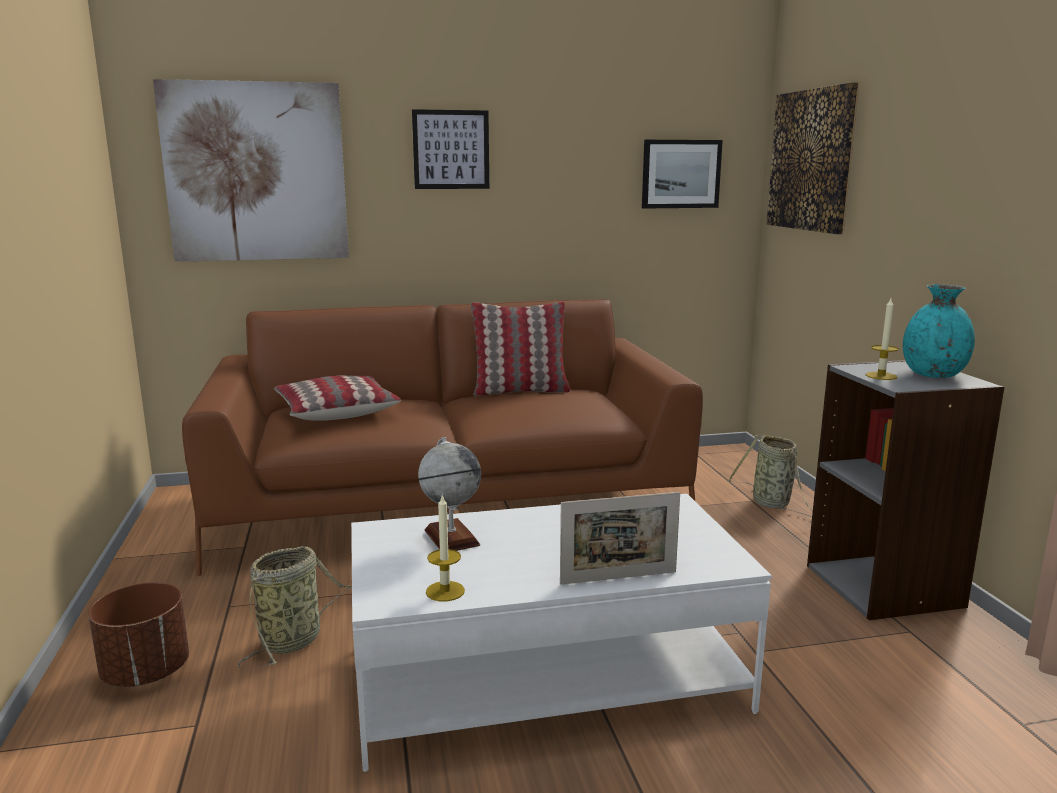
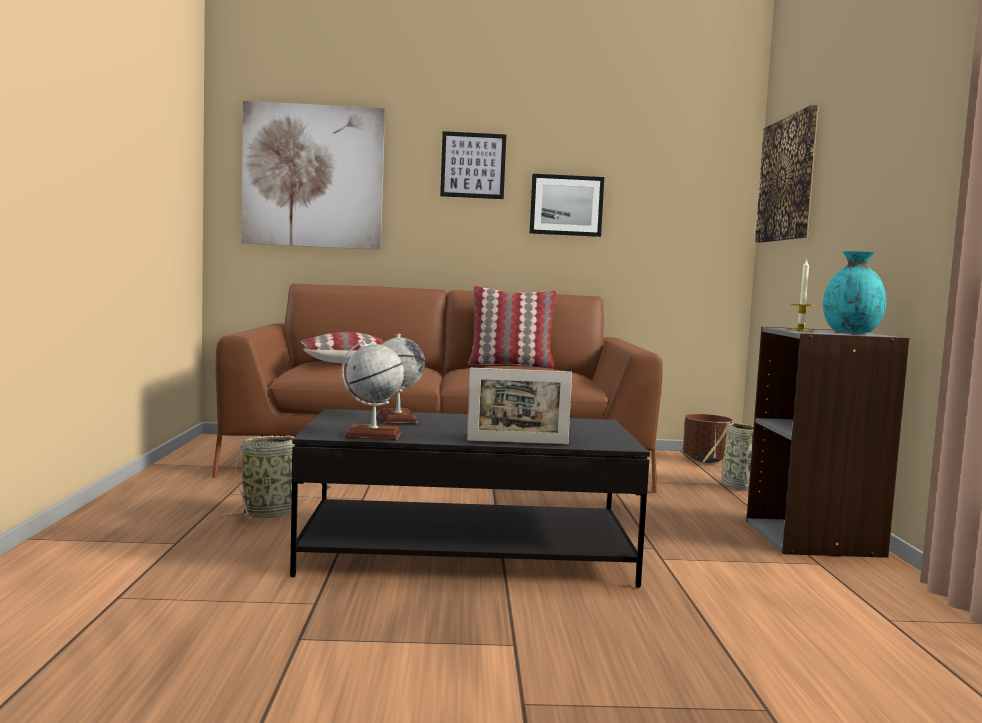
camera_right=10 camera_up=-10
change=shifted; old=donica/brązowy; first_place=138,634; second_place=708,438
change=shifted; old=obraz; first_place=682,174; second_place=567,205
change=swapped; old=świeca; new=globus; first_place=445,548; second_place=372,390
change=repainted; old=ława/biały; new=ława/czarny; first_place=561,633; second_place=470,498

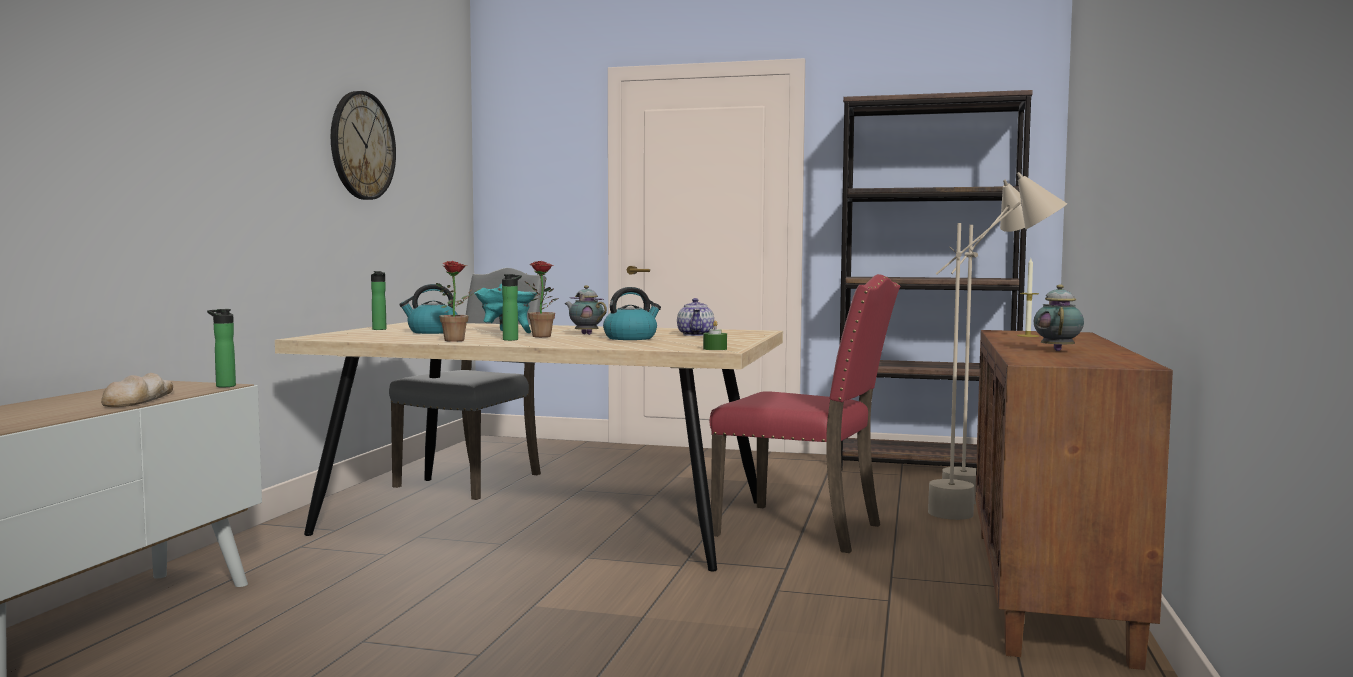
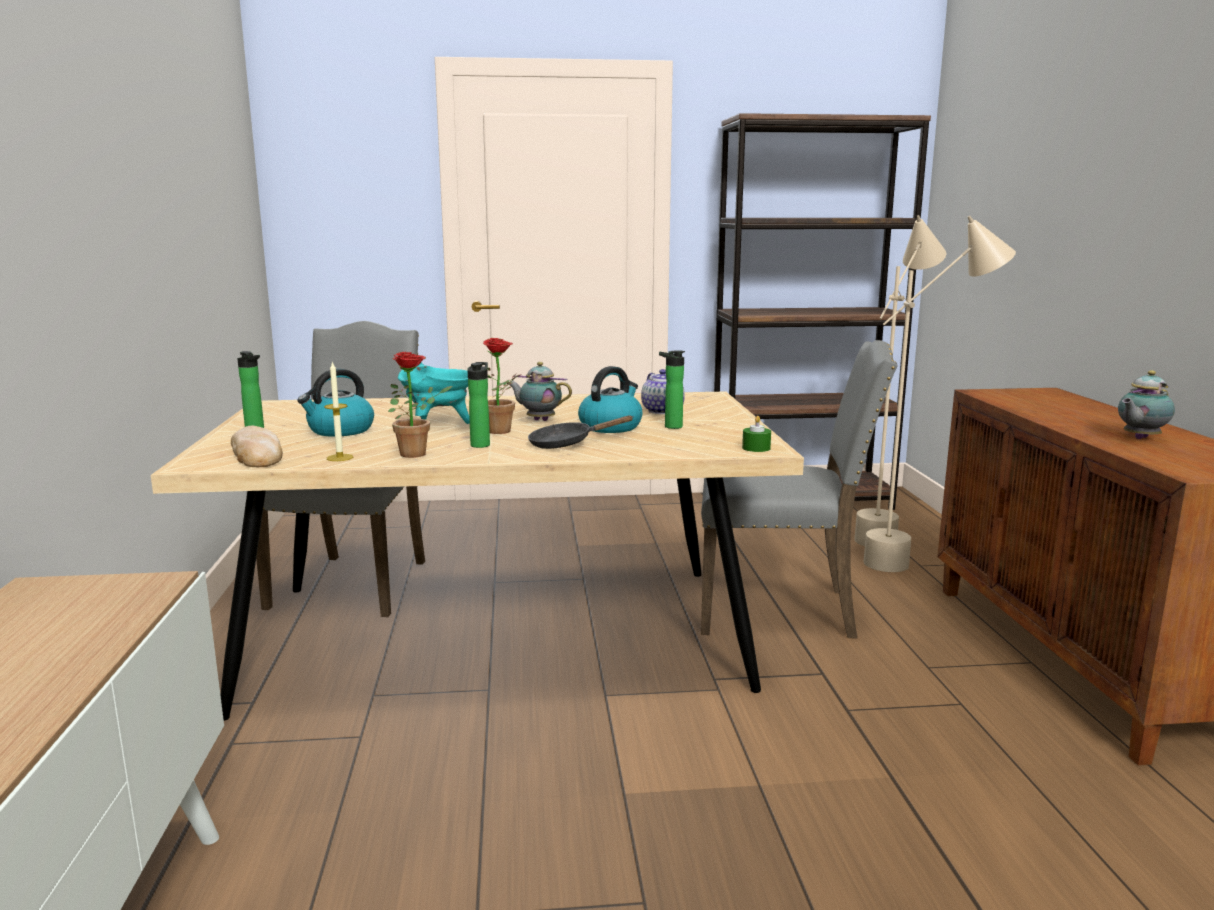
camera_right=-20 camera_up=10
change=gone; old=zegar ścienny; first_place=363,145
change=new; new=patelnia/czarny; second_place=581,432
change=shifted; old=chleb; first_place=137,390; second_place=257,446
change=shifted; old=butelka; first_place=221,348; second_place=672,389
change=shifted; old=świeca; first_place=1028,297; second_place=338,411
change=repainted; old=krzesło/czerwony; new=krzesło/szary; first_place=805,413; second_place=799,489
change=rotated; old=imbryk; first_place=1059,318; second_place=1146,404; degrees=-120

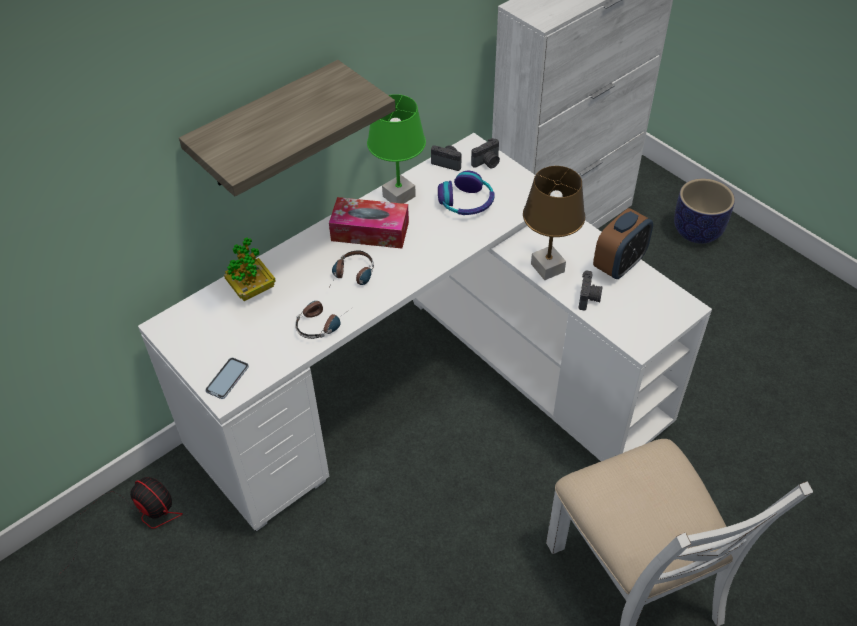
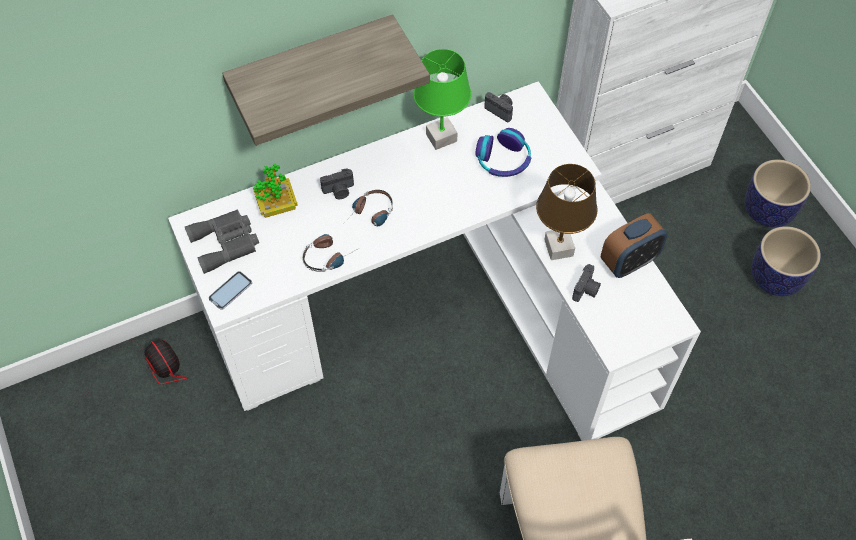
camera_right=15 camera_up=10
change=gone; old=pudełko chusteczek; first_place=369,222
change=new; new=lornetka/szary; second_place=222,241
change=new; new=donica; second_place=786,261
change=shifted; old=aparat fotograficzny; first_place=485,153; second_place=337,183

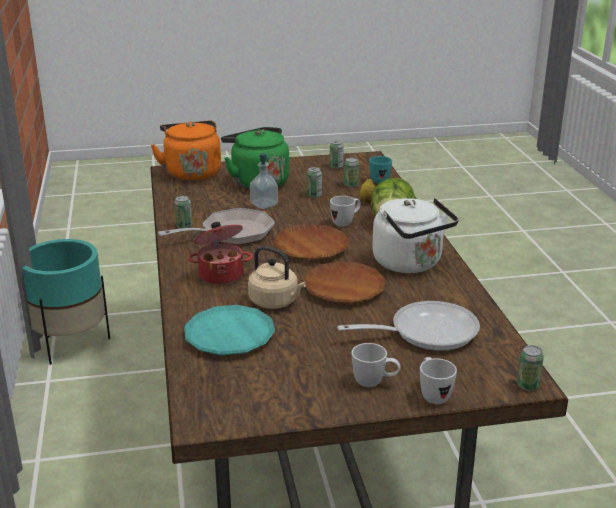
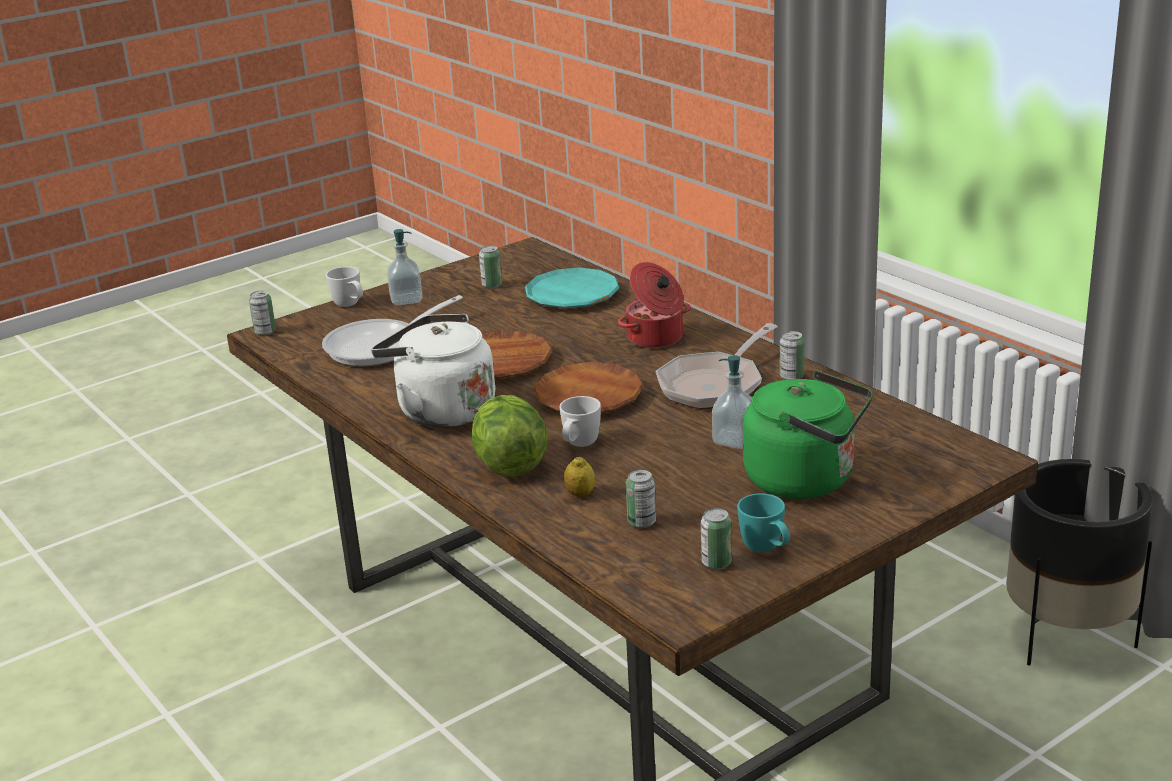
camera_right=155 camera_up=0
change=gone; old=czajnik/pomarańczowy; first_place=186,151
change=gone; old=czajnik/beżowy; first_place=277,277
change=shifted; old=puszka; first_place=314,182; second_place=490,267
change=shifted; old=kubek/turkusowy; first_place=380,169; second_place=763,522
change=swapped; old=kubek/biały; new=dozownik mydła; first_place=375,365; second_place=405,267
change=repainted; old=donica/turkusowy; new=donica/czarny; first_place=66,302; second_place=1079,562

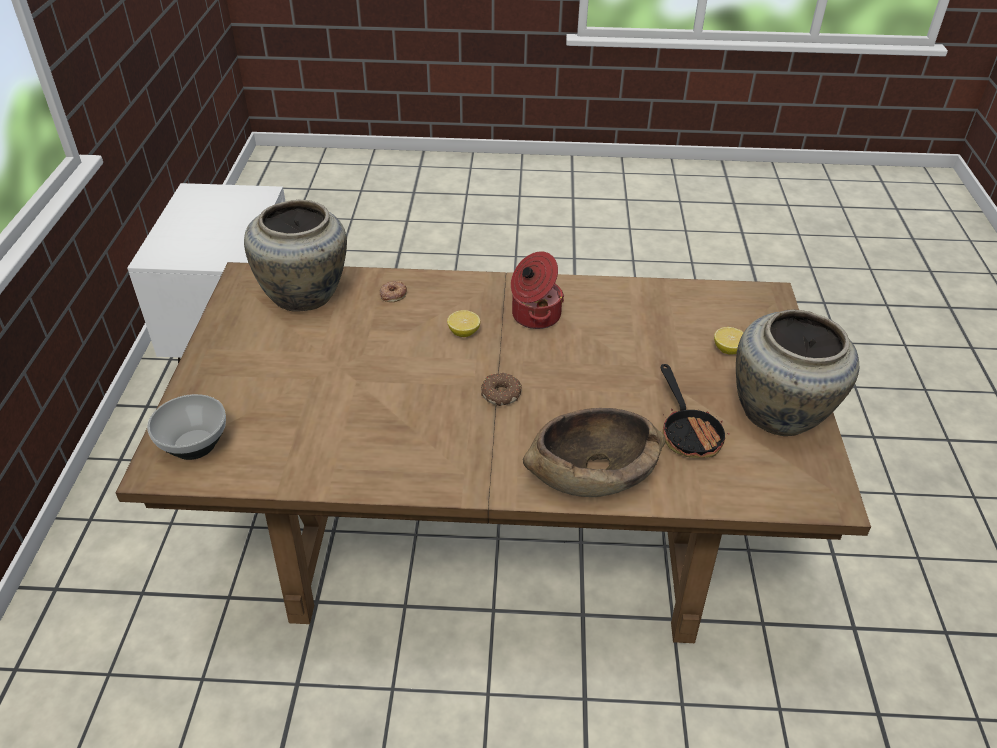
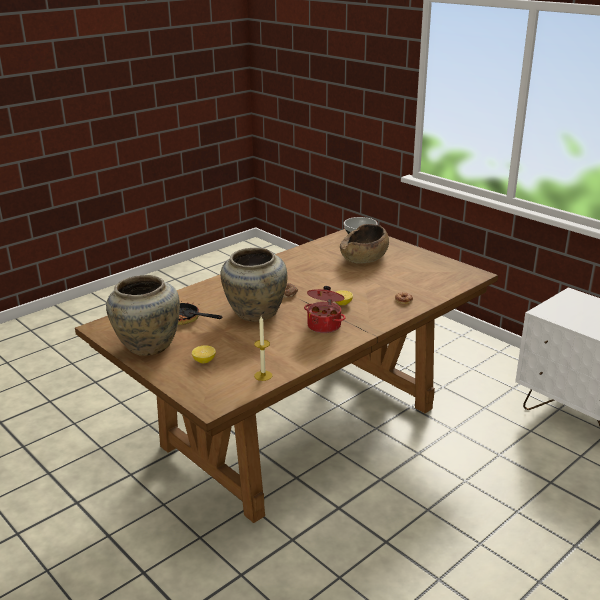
camera_right=135 camera_up=-15
change=new; new=świeca; second_place=263,348
change=shifted; old=wazon/beżowy; first_place=295,255; second_place=254,285
change=shifted; old=miska/brązowy; first_place=594,452; second_place=364,244

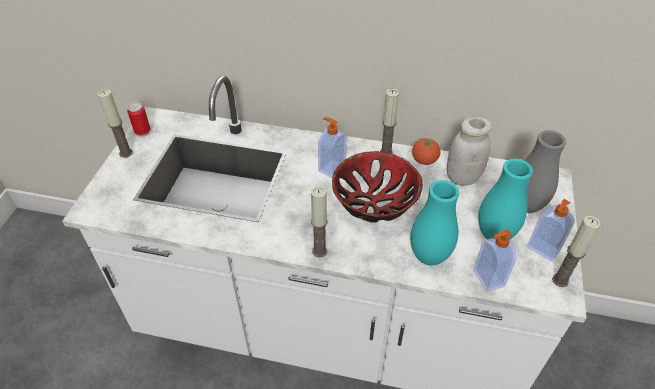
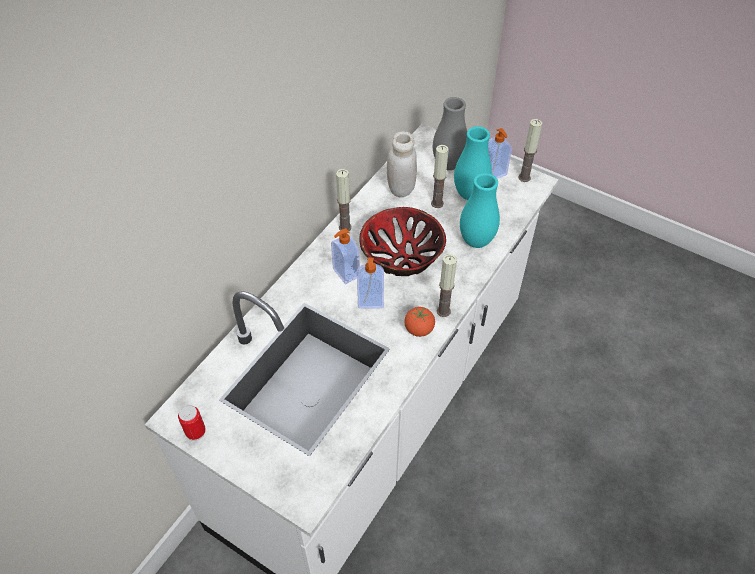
camera_right=-70 camera_up=5
change=shifted; old=świeca; first_place=115,123; second_place=440,176
change=shifted; old=pomidor; first_place=426,151; second_place=419,322
change=shifted; old=dozownik mydła; first_place=495,260; second_place=370,283

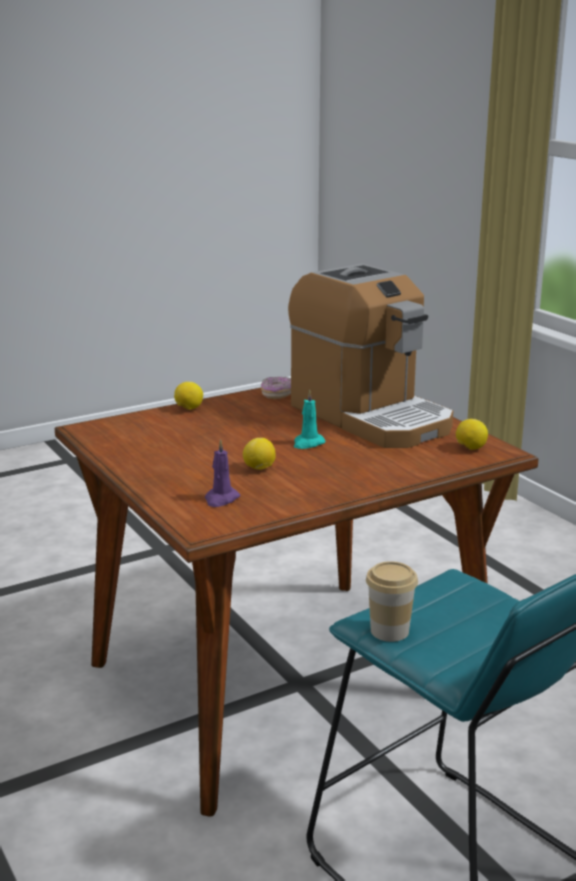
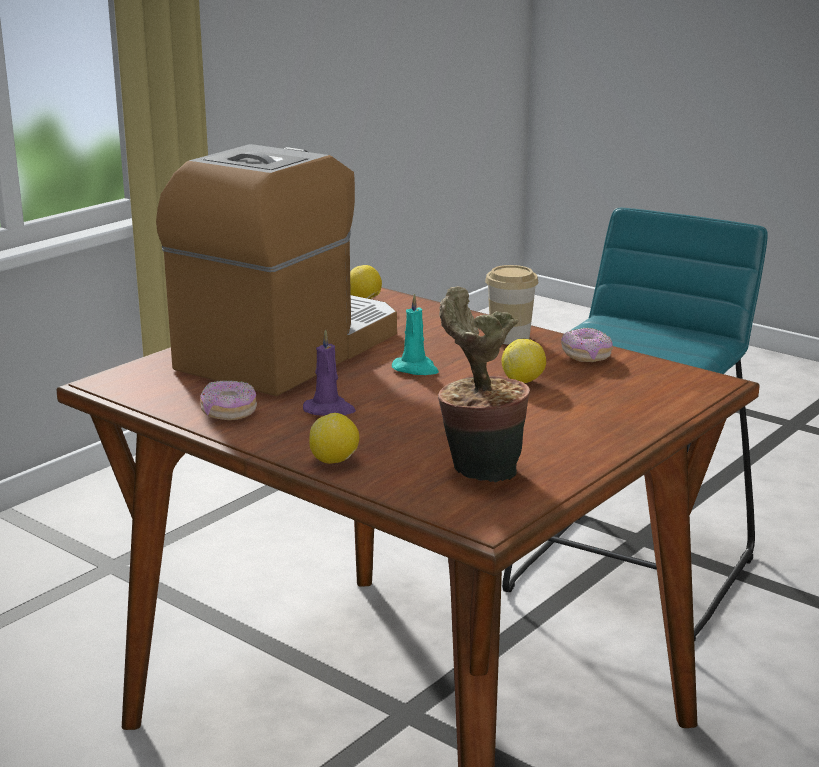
camera_right=-110 camera_up=0
change=new; new=roślina doniczkowa; second_place=484,384
change=new; new=donut; second_place=587,344
change=shifted; old=świeca/fioletowy; first_place=222,473; second_place=329,372
change=shifted; old=filiżanka; first_place=392,601; second_place=511,304

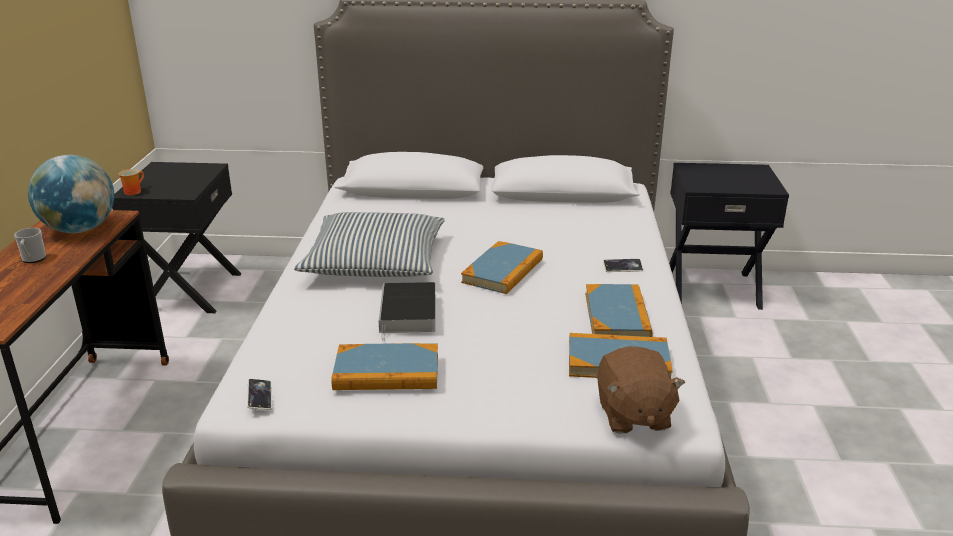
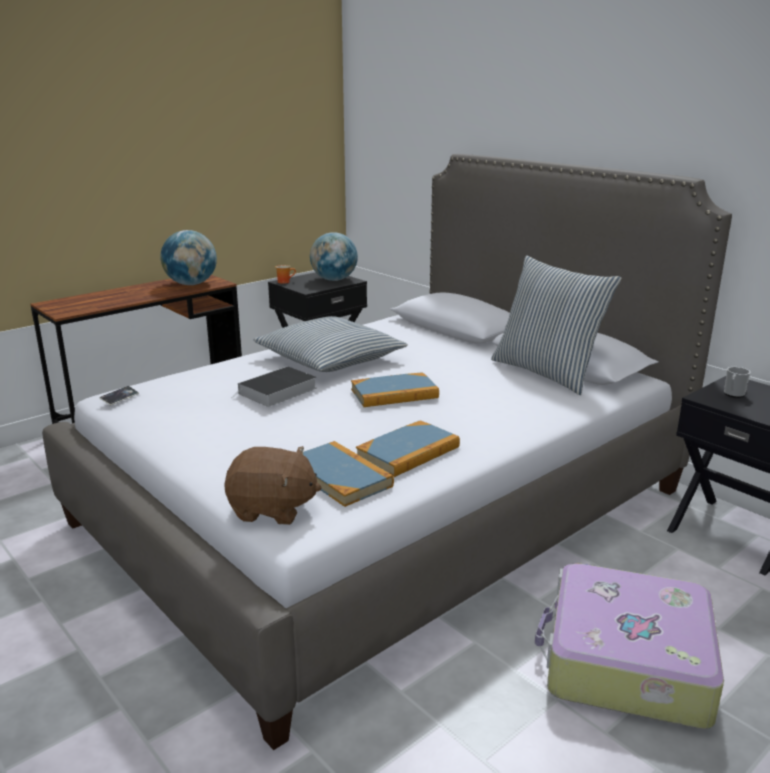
camera_right=45 camera_up=-5
change=gone; old=książka; first_place=384,366
change=gone; old=telefon; first_place=623,265
change=new; new=globus; second_place=334,256
change=new; new=poduszka; second_place=556,325
change=new; new=walizka; second_place=629,646
change=shifted; old=kubek; first_place=30,245; second_place=737,382
change=rotated; old=pluszak/brązowy; first_place=641,390; second_place=273,485; degrees=-120

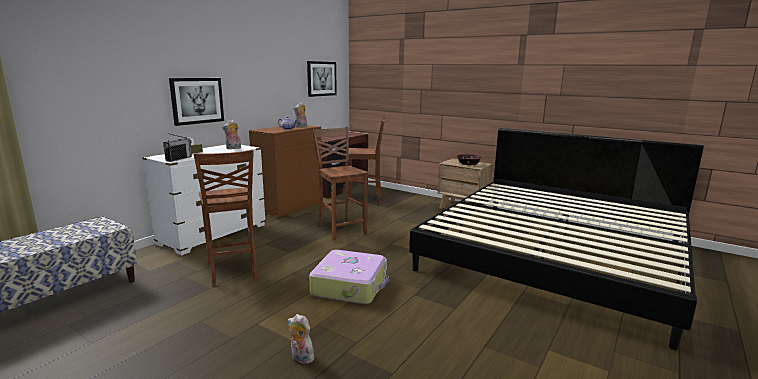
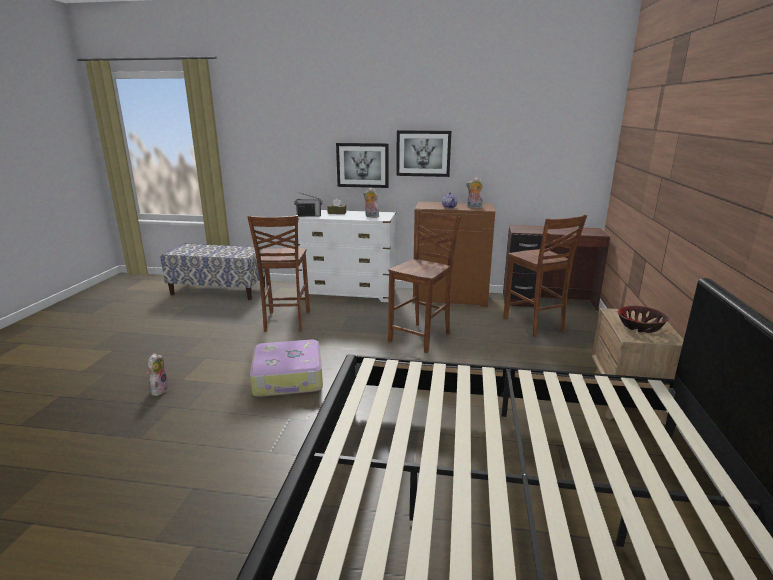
camera_right=65 camera_up=5
change=shifted; old=obraz; first_place=322,79; second_place=423,153
change=rotated; old=krzesło/brązowy; first_place=225,218; second_place=278,273; degrees=-45

